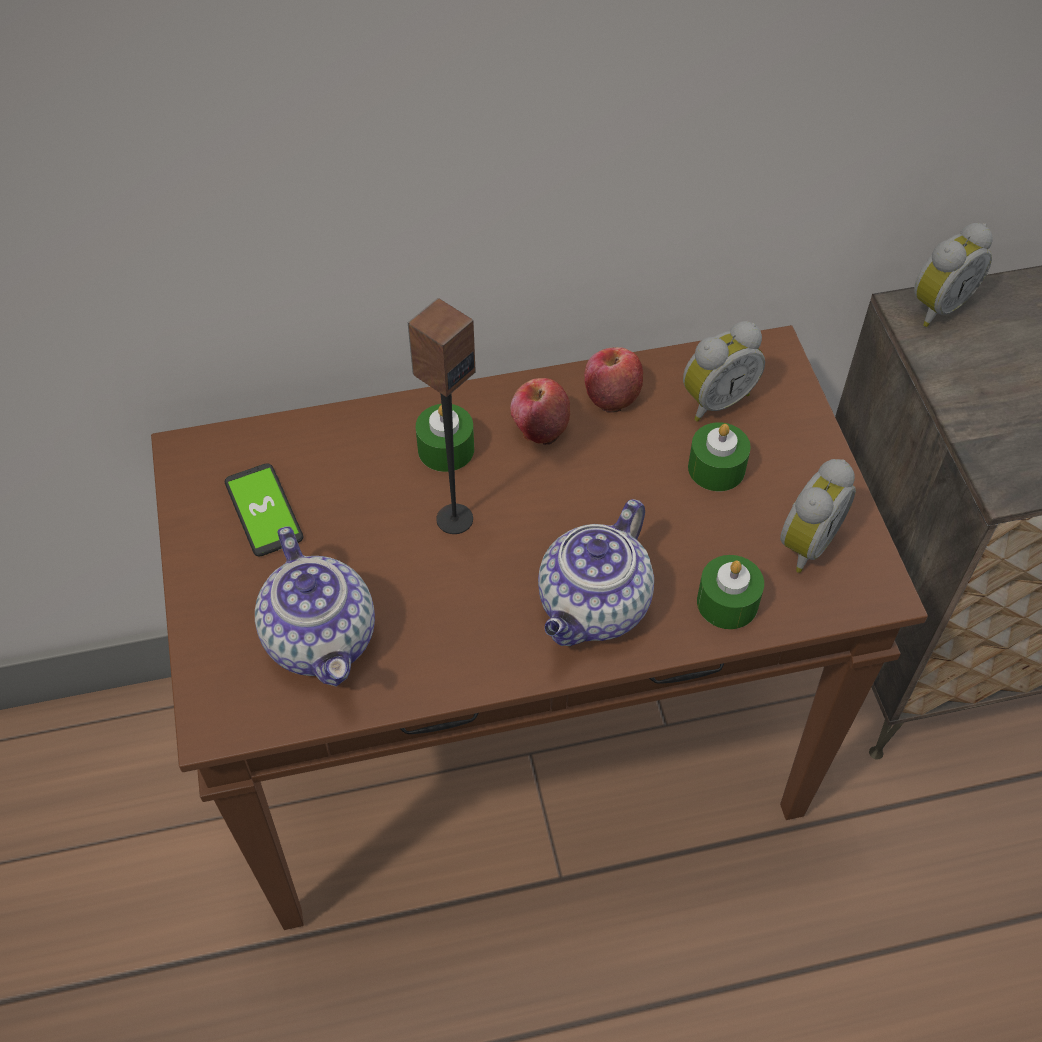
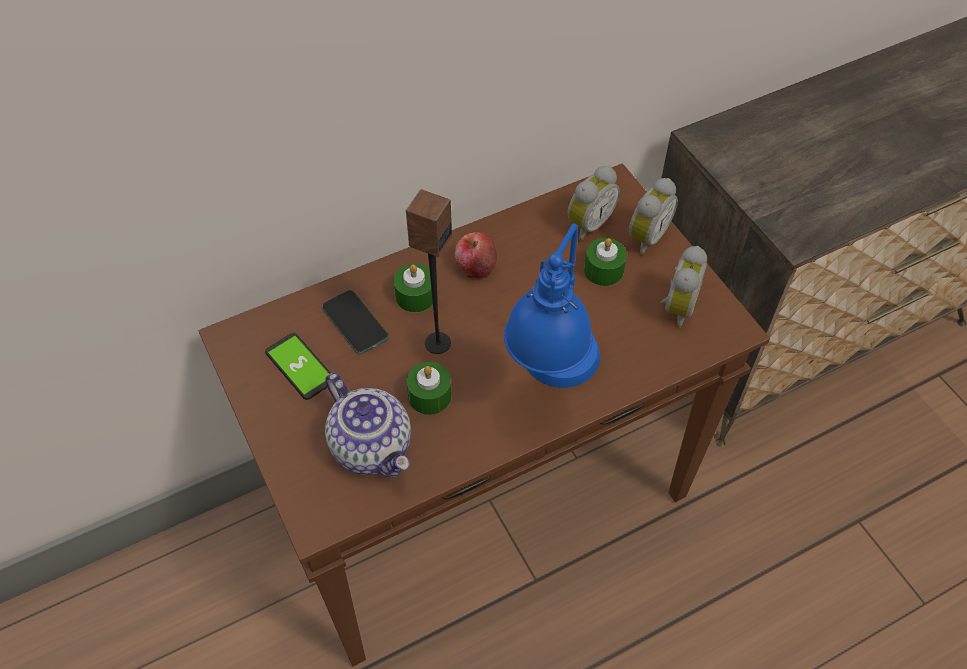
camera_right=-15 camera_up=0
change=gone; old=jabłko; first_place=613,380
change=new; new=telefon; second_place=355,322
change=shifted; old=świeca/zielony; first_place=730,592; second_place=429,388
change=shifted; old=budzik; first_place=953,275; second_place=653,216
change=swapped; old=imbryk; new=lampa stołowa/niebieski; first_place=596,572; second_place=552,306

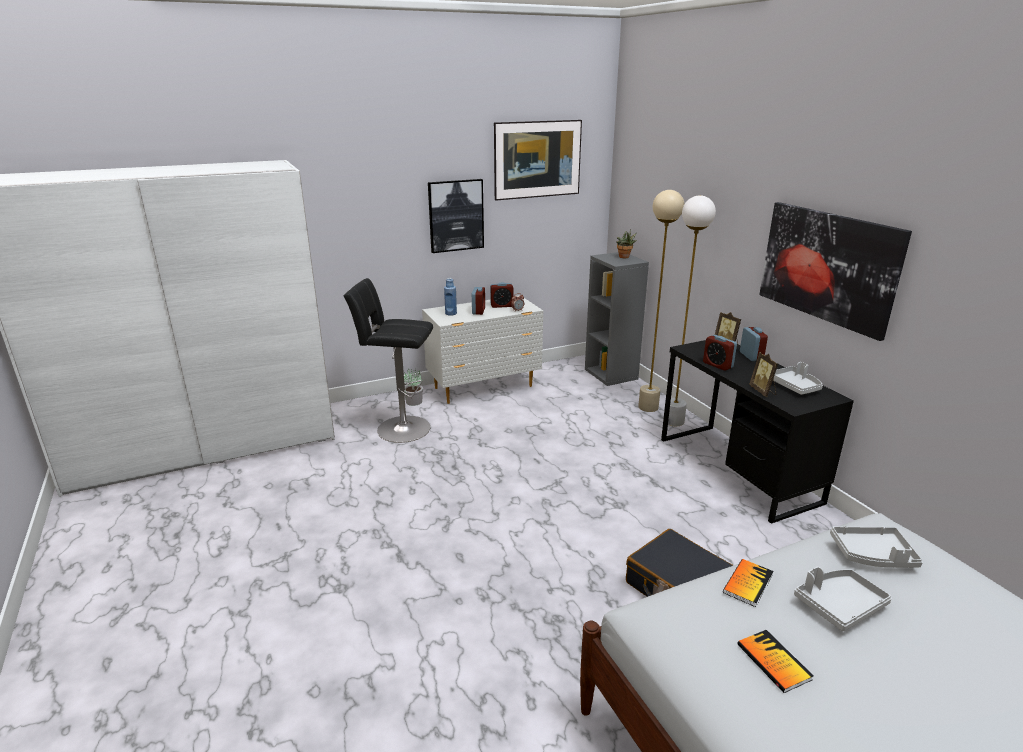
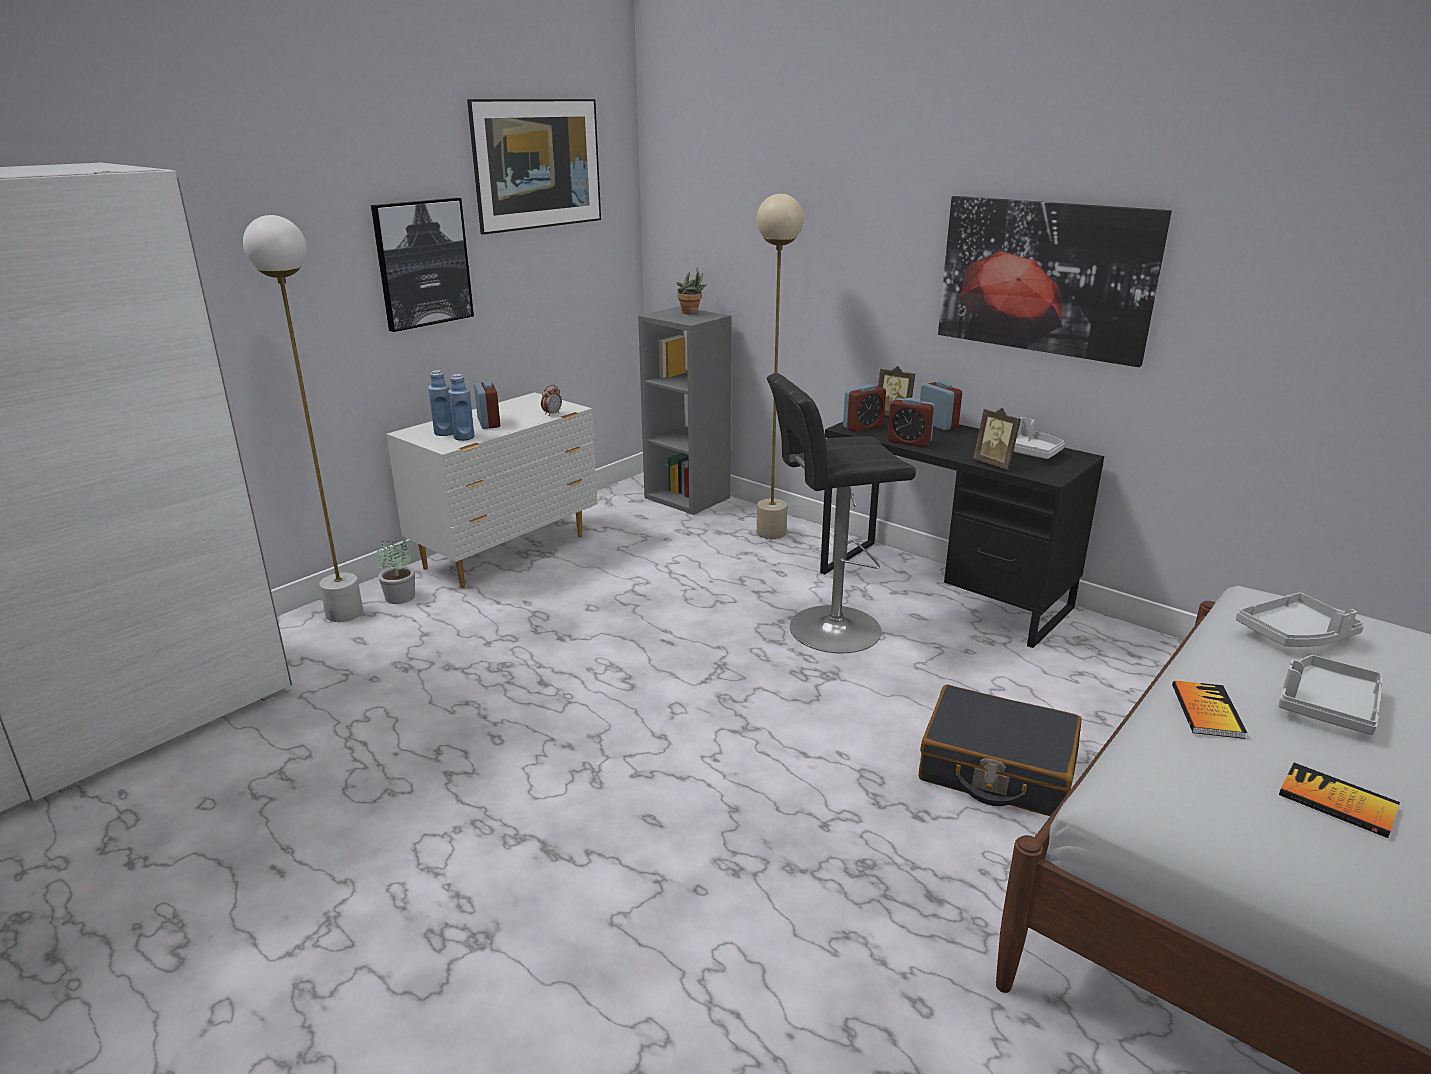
camera_right=-25 camera_up=0
change=new; new=butelka/niebieski; second_place=461,407
change=shifted; old=stołek/czarny; first_place=388,360; second_place=841,513
change=shifted; old=budzik; first_place=501,295; second_place=864,408
change=shifted; old=lampa stojąca/biały; first_place=692,310; second_place=303,418

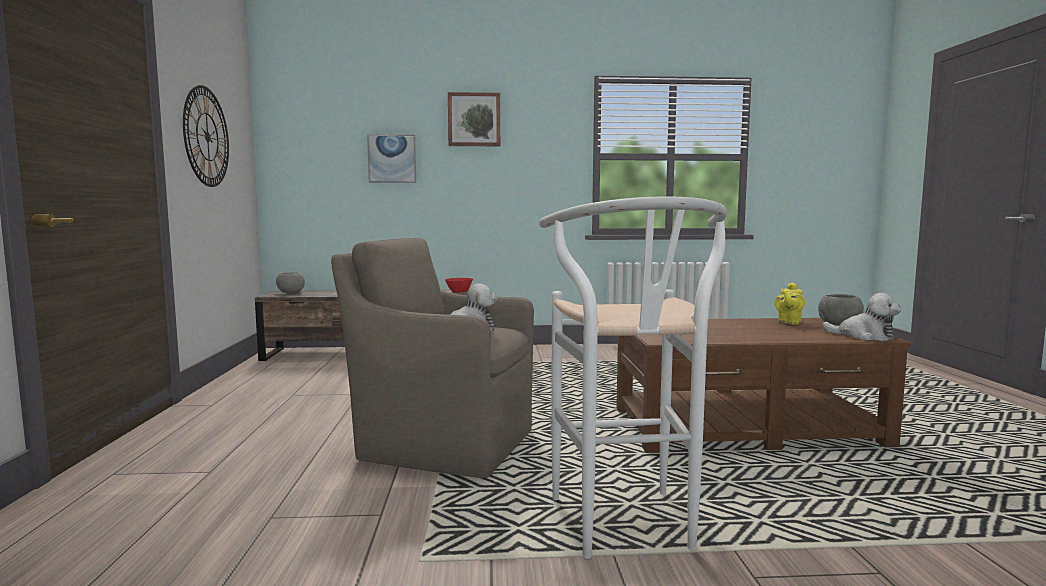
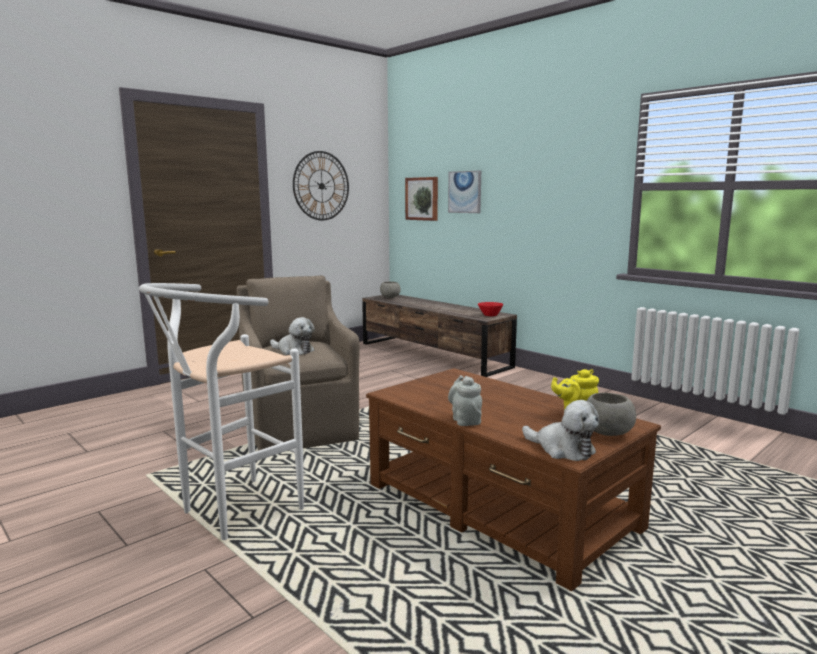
camera_right=50 camera_up=5
change=new; new=imbryk/szary; second_place=465,400
change=shifted; old=obraz; first_place=474,119; second_place=421,199
change=rotated; old=pluszak; first_place=861,317; second_place=560,430; degrees=-45

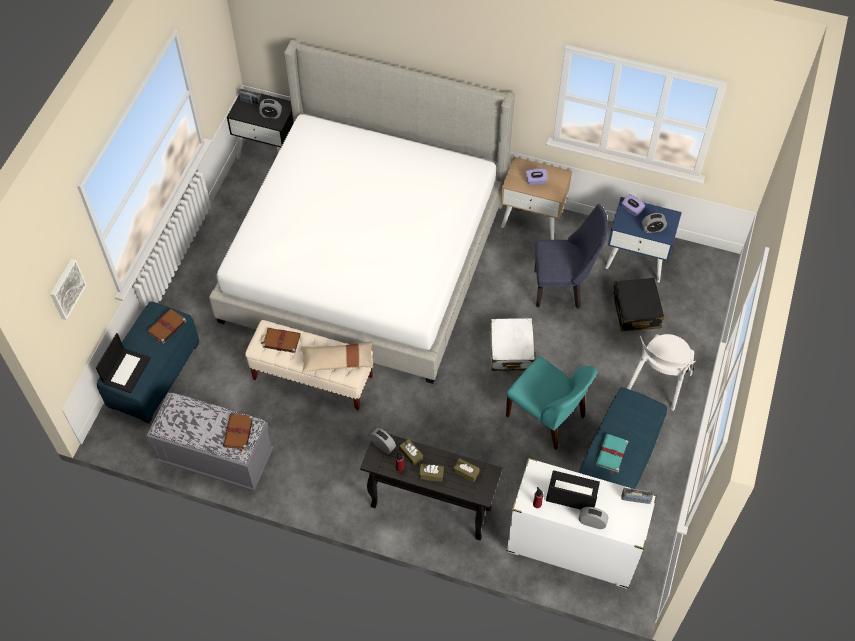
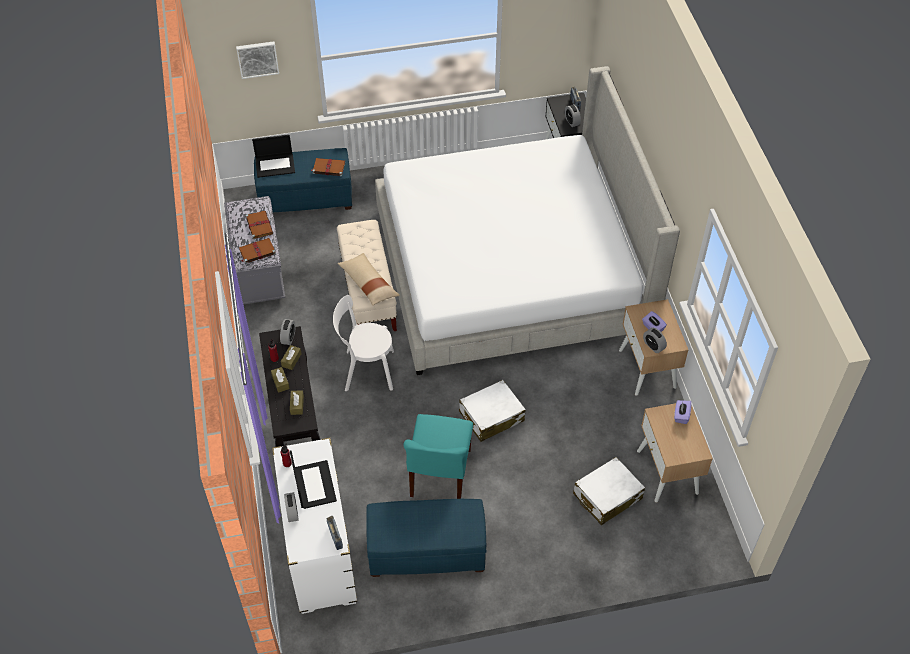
camera_right=60 camera_up=-5
change=gone; old=krzesło/niebieski; first_place=571,256
change=gone; old=książka/turkusowy; first_place=612,453
change=shifted; old=książka/brązowy; first_place=281,340; second_place=259,225
change=shifted; old=krzesło/biały; first_place=661,372; second_place=363,343
change=shifted; old=budzik; first_place=654,223; second_place=655,340
change=repainted; old=szafka nocna/niebieski; new=szafka nocna/beżowy; first_place=643,239; second_place=675,452
change=repainted; old=walizka/czarny; new=walizka/biały; first_place=638,304; second_place=609,491

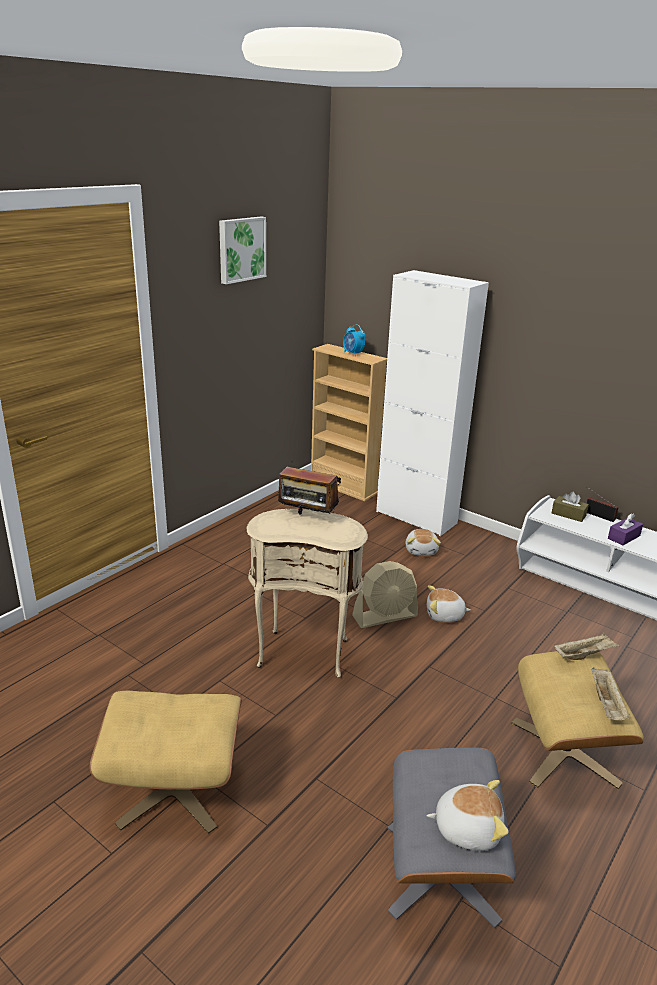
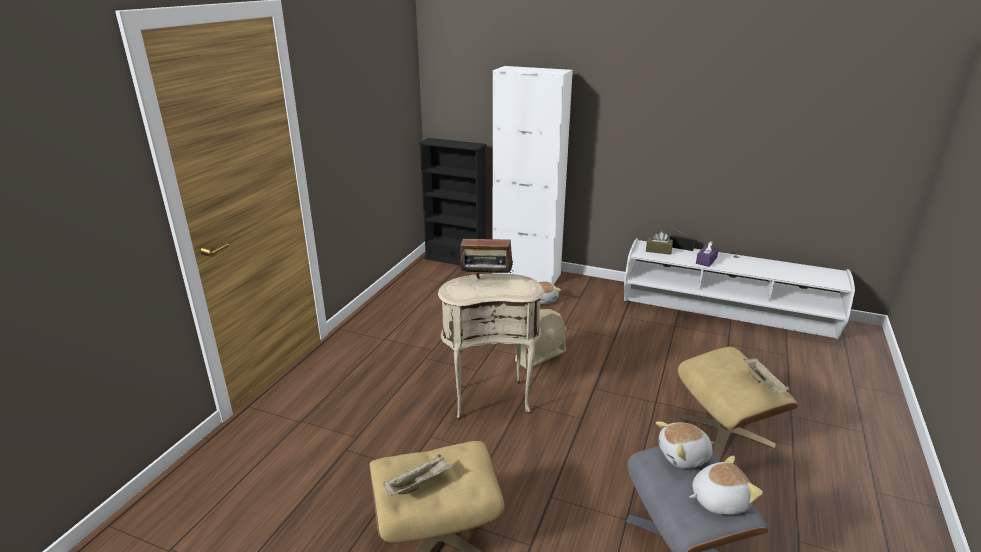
camera_right=-15 camera_up=0
change=gone; old=obraz; first_place=242,250
change=gone; old=budzik; first_place=354,340
change=shifted; old=pluszak; first_place=449,603; second_place=685,445
change=shifted; old=taca/beżowy; first_place=587,646; second_place=418,475
change=repainted; old=regał/beżowy; new=regał/czarny; first_place=349,422; second_place=452,201

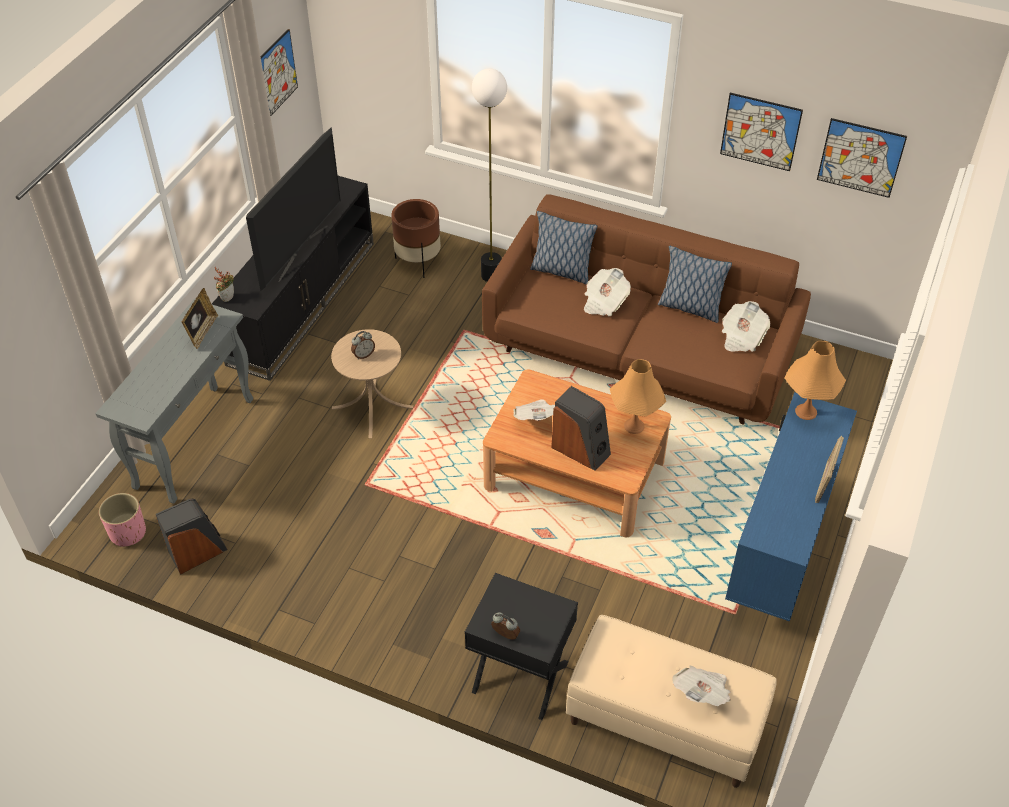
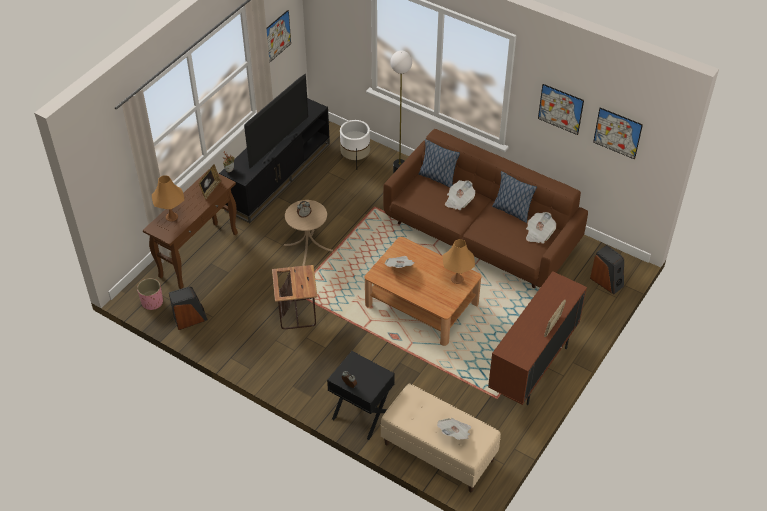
camera_right=10 camera_up=0
change=new; new=stolik; second_place=294,297
change=shifted; old=głośnik; first_place=581,428; second_place=607,269
change=shifted; old=lampa stołowa/pomarańczowy; first_place=815,380; second_place=168,198
change=repainted; old=stolik konsolowy/szary; new=stolik konsolowy/brązowy; first_place=174,401; second_place=190,230
change=repainted; old=donica/brązowy; new=donica/biały; first_place=416,238; second_place=355,143
change=repainted; old=szafka/niebieski; new=szafka/brązowy; first_place=791,506; second_place=537,338

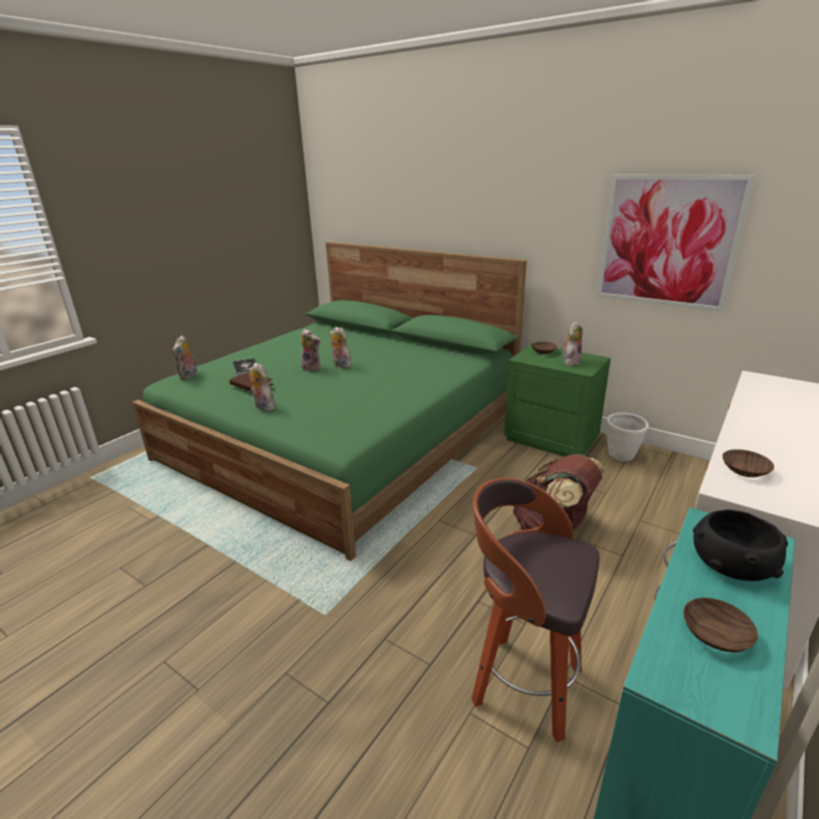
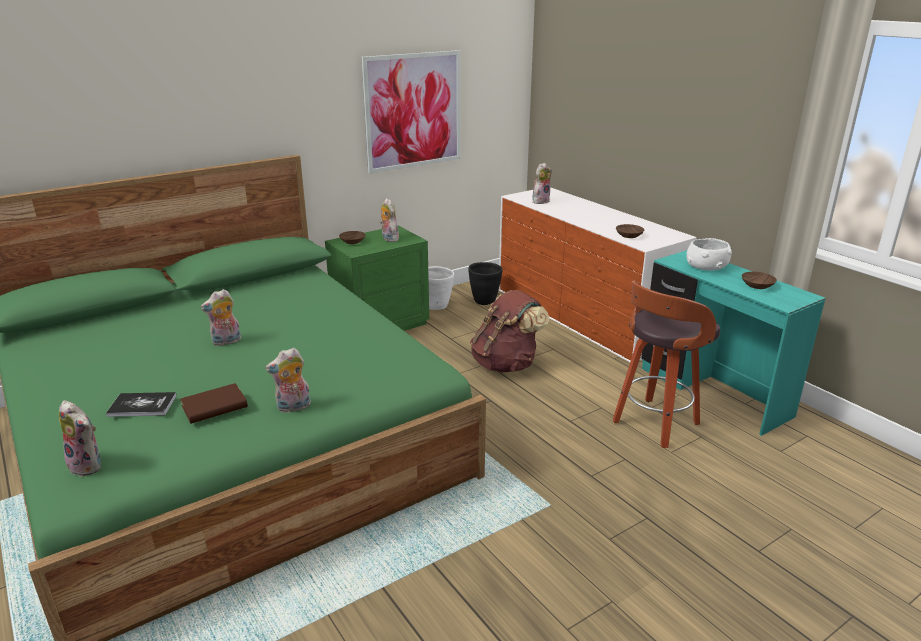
camera_right=-70 camera_up=0
change=new; new=donica/czarny; second_place=485,283
change=shifted; old=pluszak; first_place=311,350; second_place=542,183
change=repainted; old=miska/czarny; new=miska/biały; first_place=740,545; second_place=709,254

